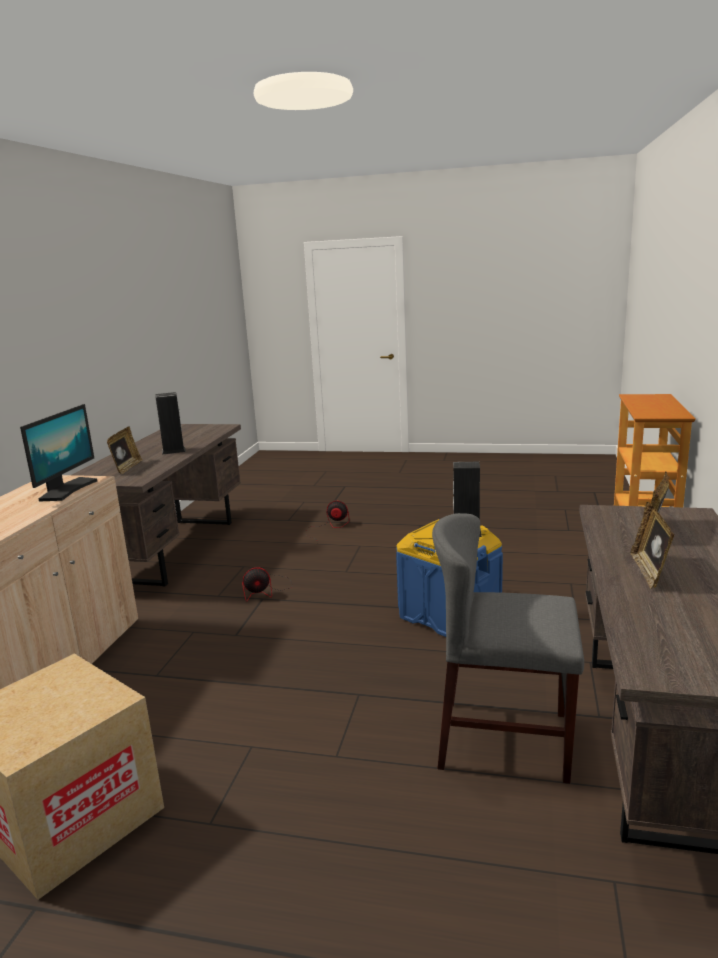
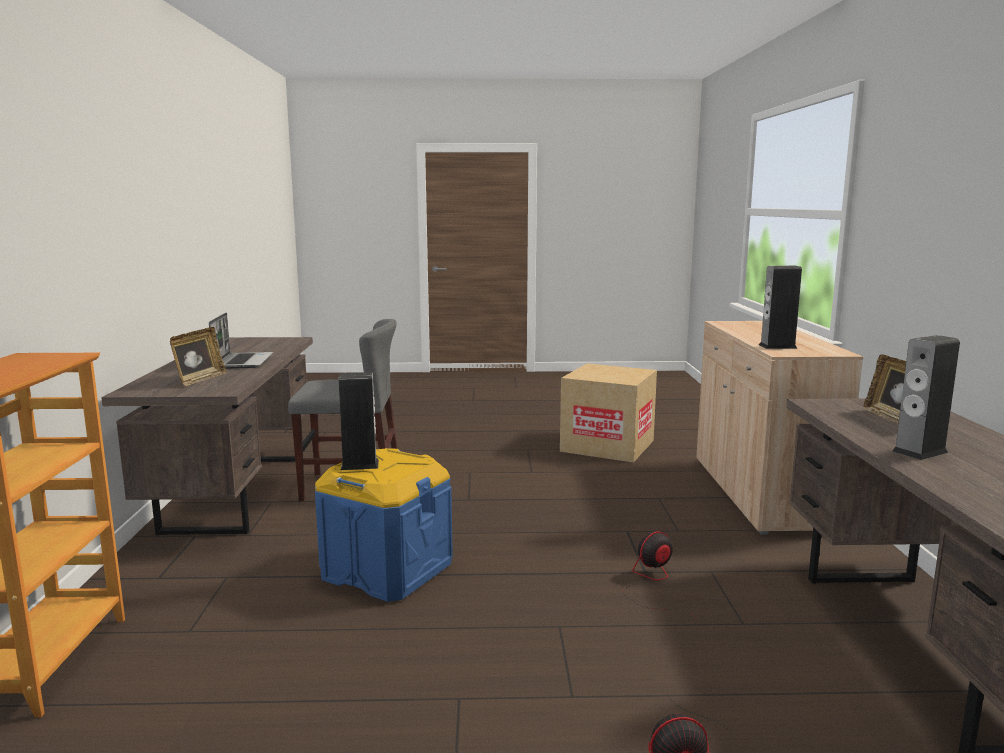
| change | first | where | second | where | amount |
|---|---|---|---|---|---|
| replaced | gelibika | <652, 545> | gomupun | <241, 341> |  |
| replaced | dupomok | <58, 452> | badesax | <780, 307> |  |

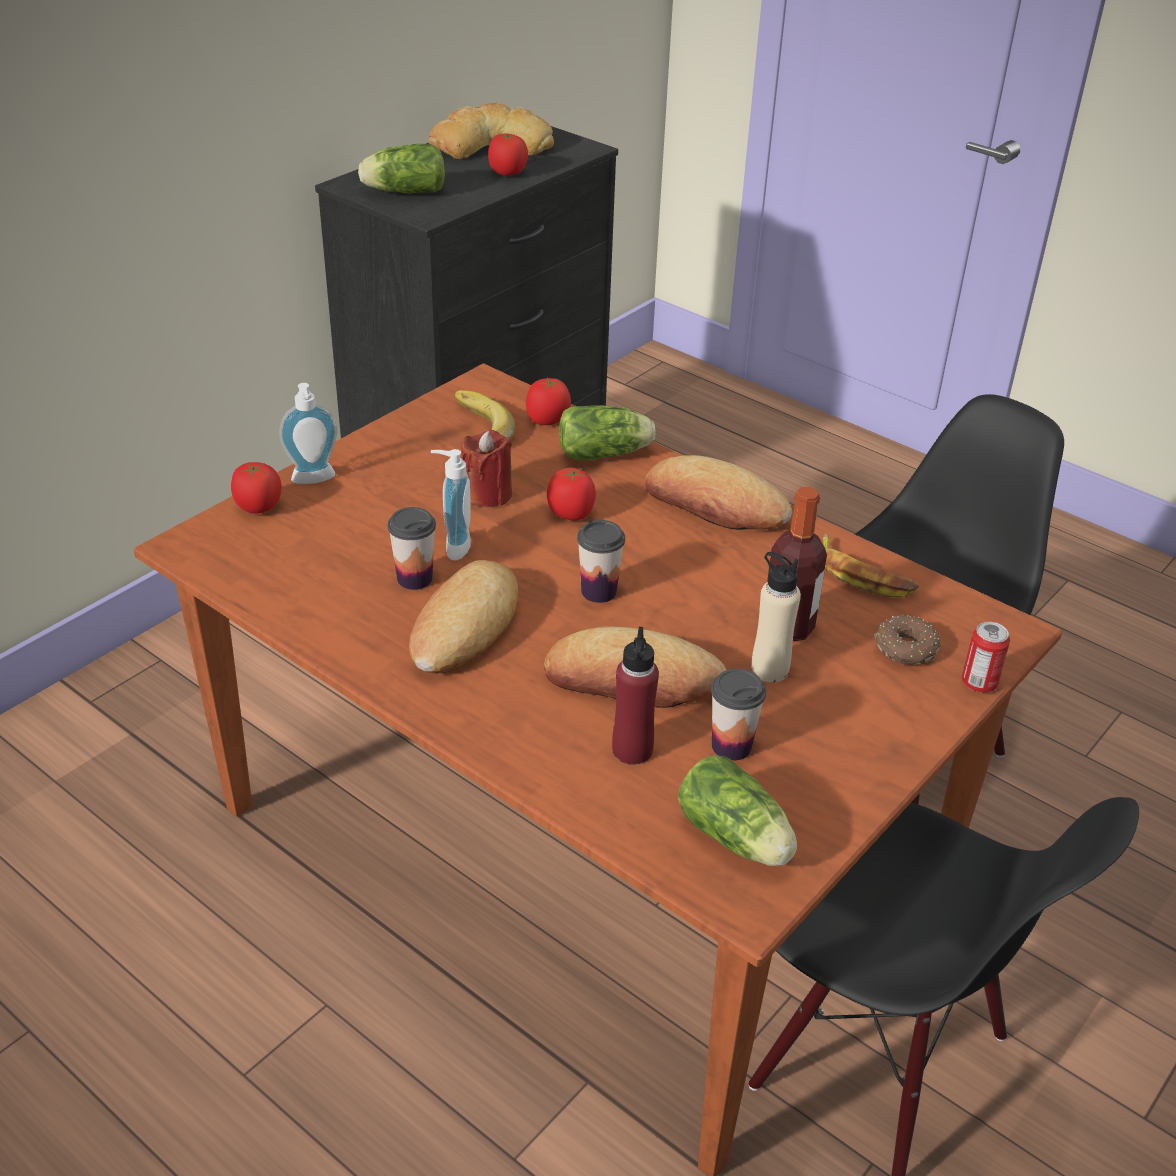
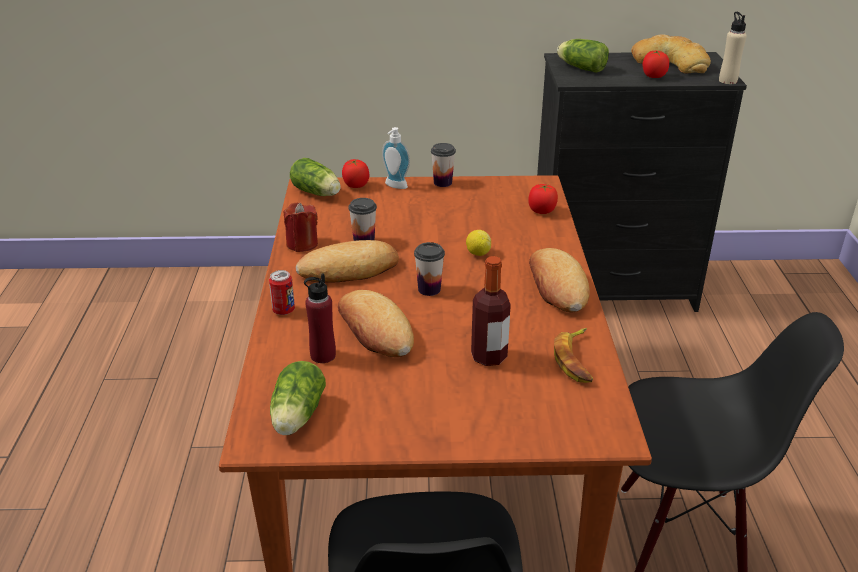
| change | first | where | second | where | amount |
|---|---|---|---|---|---|
| moved | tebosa | <986, 657> |  | <282, 292> |  |
| moved | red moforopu | <486, 468> |  | <301, 227> |  |
| moved | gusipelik | <607, 432> |  | <315, 177> |  |
| moved | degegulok | <738, 714> |  | <443, 165> |  |
| replaced | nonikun | <571, 494> | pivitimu | <478, 243> |  |
| moved | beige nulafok | <776, 617> |  | <733, 48> |  |
| removed | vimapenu | <451, 505> |  |  |  |
| removed | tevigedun | <485, 414> |  |  |  |
| removed | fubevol | <907, 640> |  |  |  |

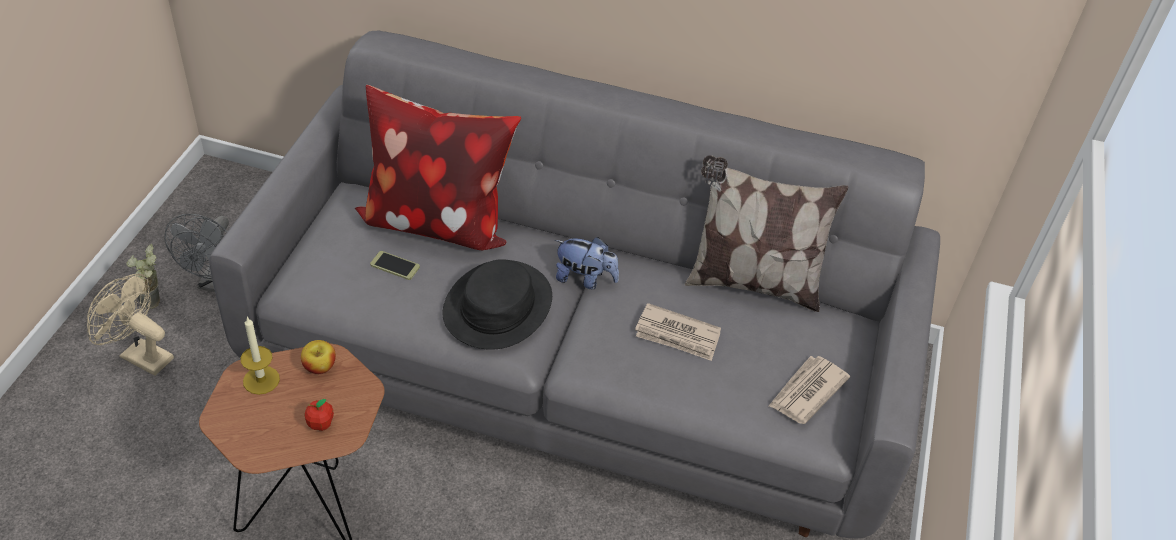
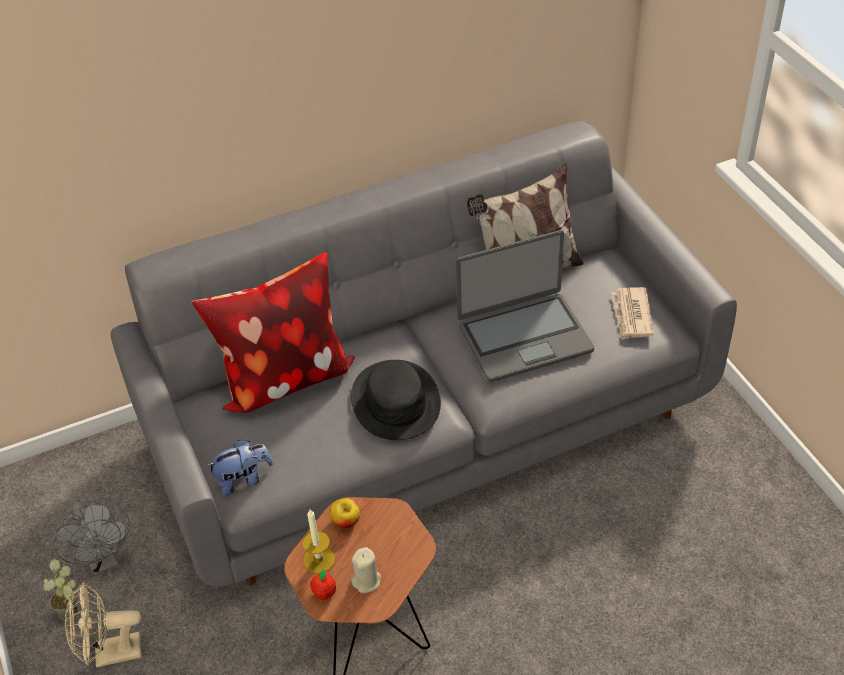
| change | first | where | second | where | amount |
|---|---|---|---|---|---|
| moved | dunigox | <587, 263> |  | <240, 468> |  |
| moved | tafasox | <319, 415> |  | <323, 585> |  |
| added |  |  | beige moforopu | <366, 570> |  |
| replaced | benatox | <678, 332> | gomupun | <525, 306> |  |
| removed | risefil | <395, 265> |  |  |  |

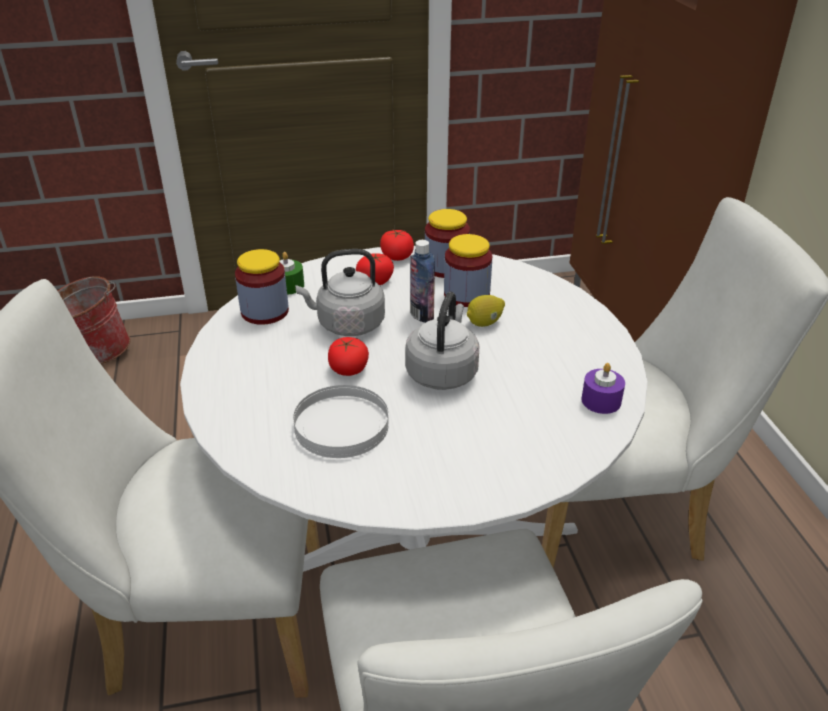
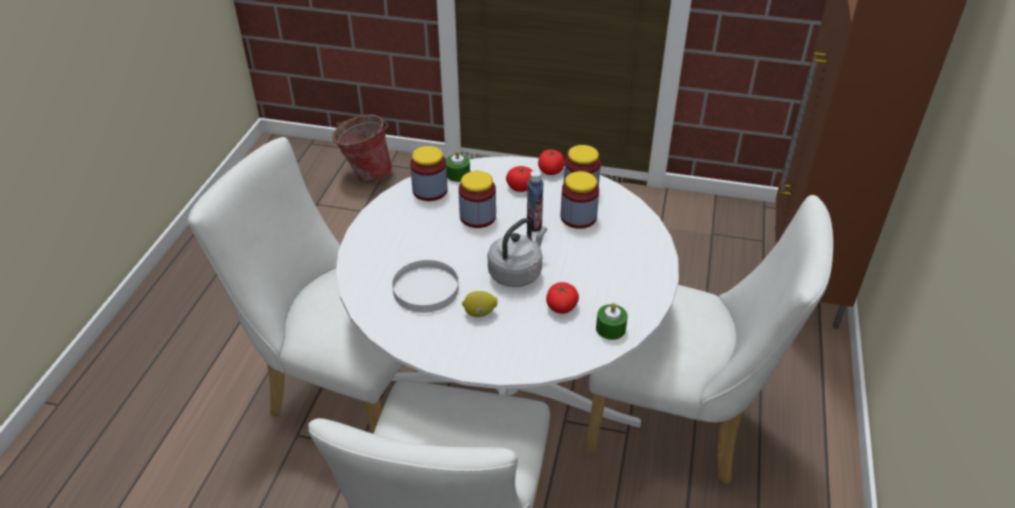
| change | first | where | second | where | amount |
|---|---|---|---|---|---|
| replaced | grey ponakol | <340, 292> | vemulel | <477, 199> |  |
| moved | pivitimu | <486, 311> |  | <480, 304> |  |
| moved | nonikun | <348, 356> |  | <562, 298> |  |
| recoloured | purple moforopu | <603, 388> | green moforopu | <612, 321> |  |

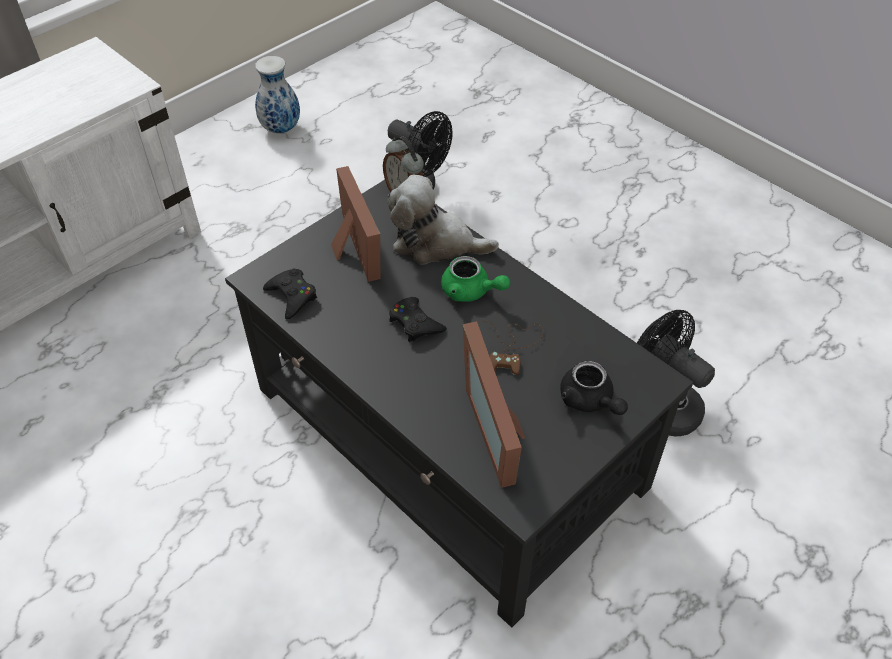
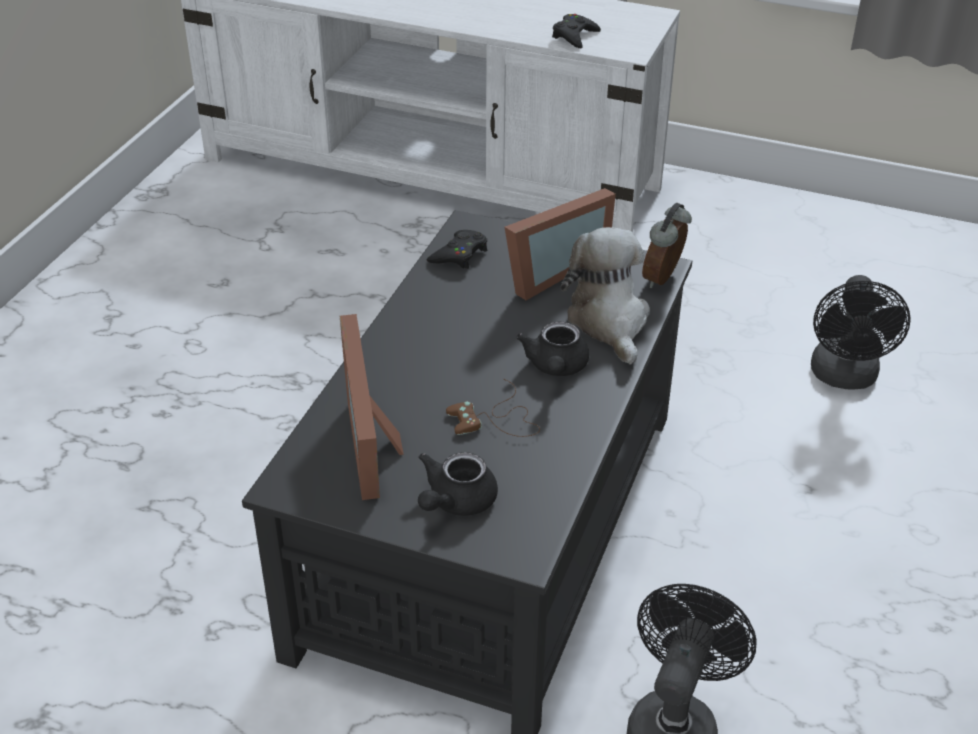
| change | first | where | second | where | amount |
|---|---|---|---|---|---|
| turned | gelibika | <494, 404> |  | <372, 407> | 60 degrees counterclockwise |
| recoloured | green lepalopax | <475, 279> | black lepalopax | <552, 349> |  |
| moved | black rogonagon | <418, 319> |  | <576, 31> |  |
| removed | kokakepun | <277, 95> |  |  |  |

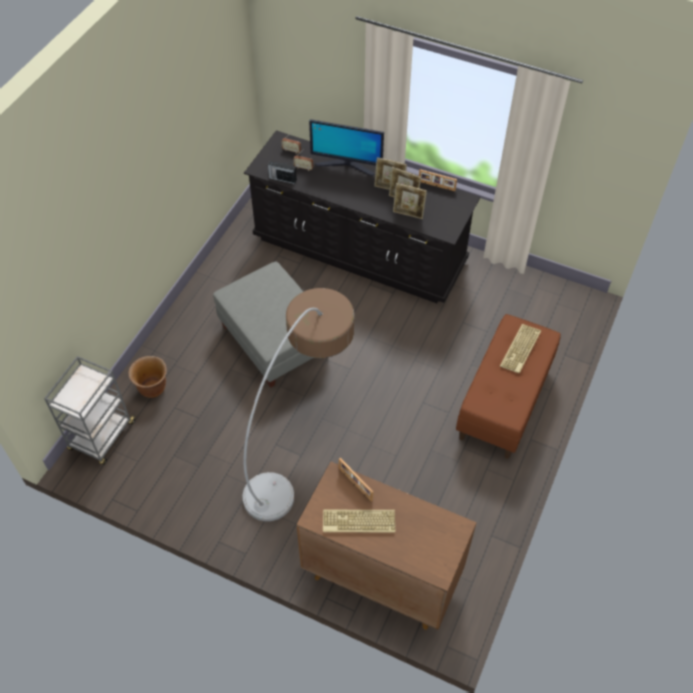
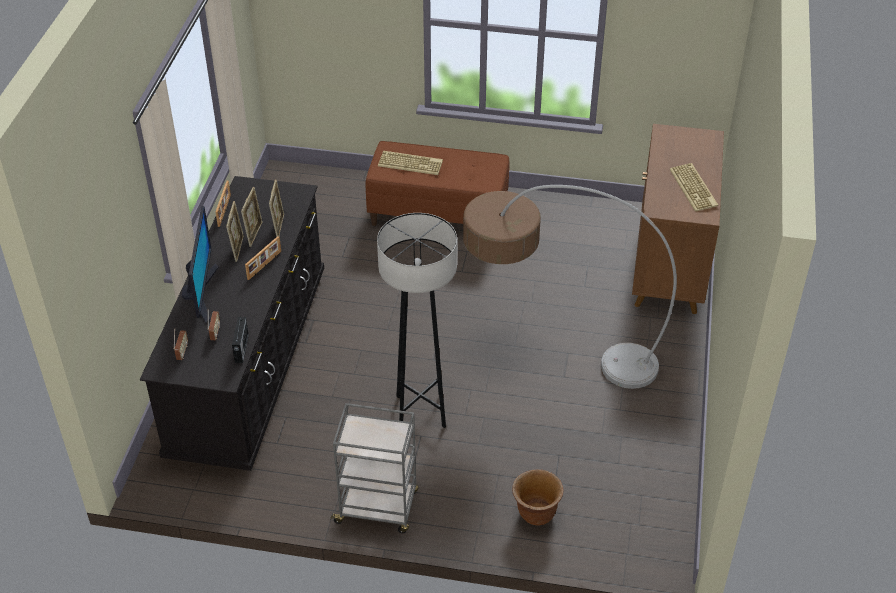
| change | first | where | second | where | amount |
|---|---|---|---|---|---|
| moved | gelibika | <356, 480> |  | <263, 258> |  |
| moved | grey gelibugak | <90, 410> |  | <374, 468> |  |
| replaced | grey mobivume | <265, 325> | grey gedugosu | <417, 320> |  |

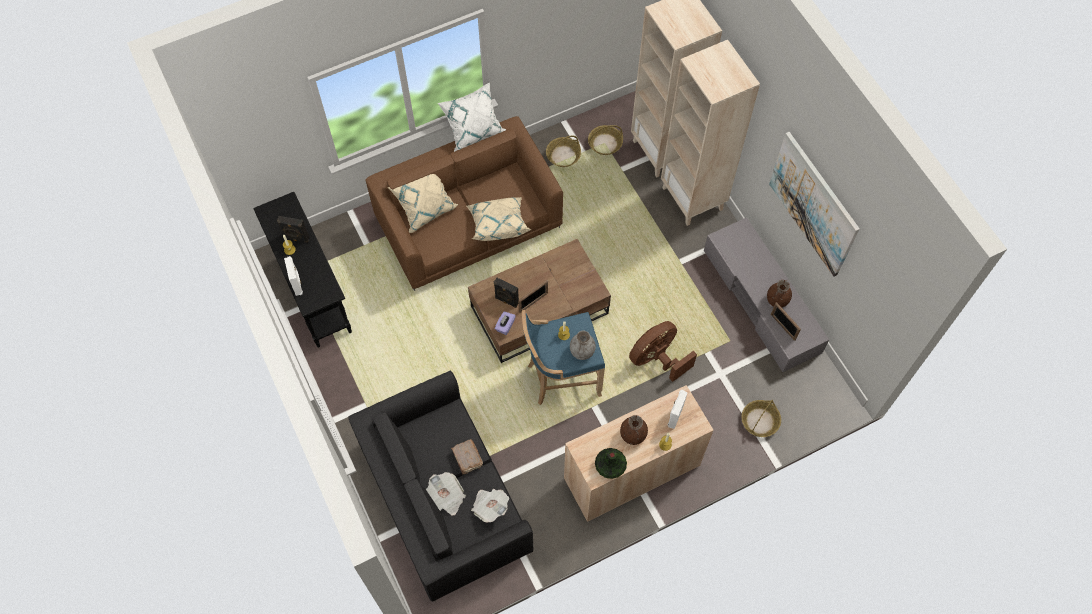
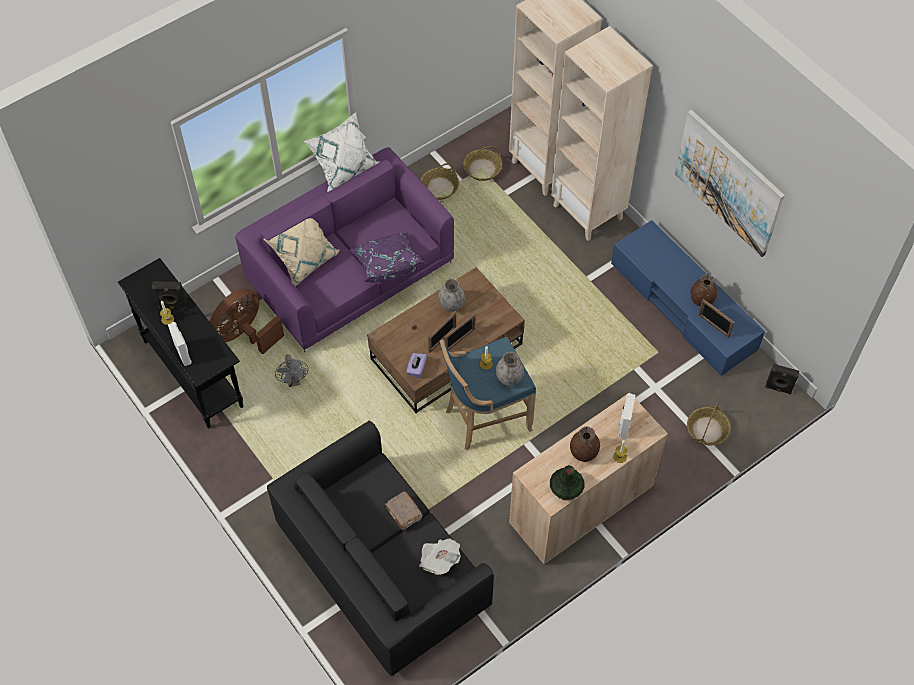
| change | first | where | second | where | amount |
|---|---|---|---|---|---|
| moved | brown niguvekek | <663, 351> |  | <247, 321> |  |
| recoloured | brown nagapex | <464, 203> | purple nagapex | <344, 250> |  |
| added |  |  | grey niguvekek | <291, 370> |  |
| recoloured | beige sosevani | <499, 219> | purple sosevani | <388, 257> |  |
| added |  |  | grey kokakepun | <451, 295> |  |
| added |  |  | gelibika | <459, 331> |  |
| recoloured | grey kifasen | <766, 294> | blue kifasen | <688, 298> |  |
| moved | black badesax | <506, 293> |  | <782, 379> |  |
| removed | benatox | <446, 494> |  |  |  |

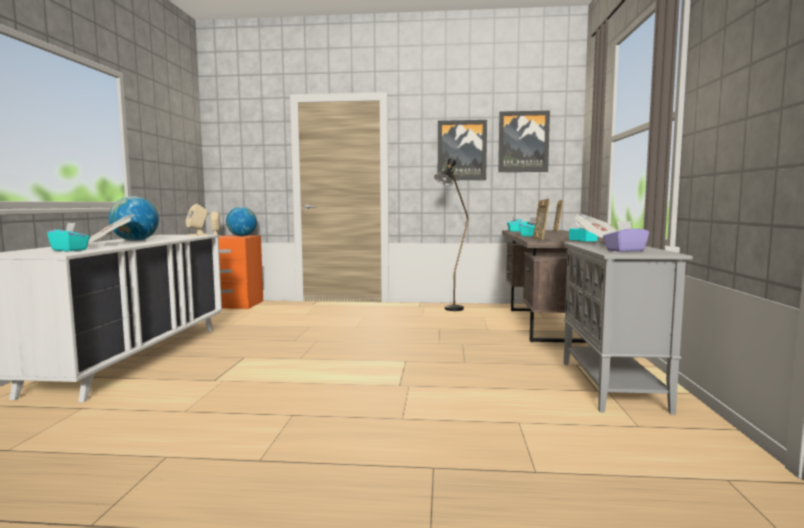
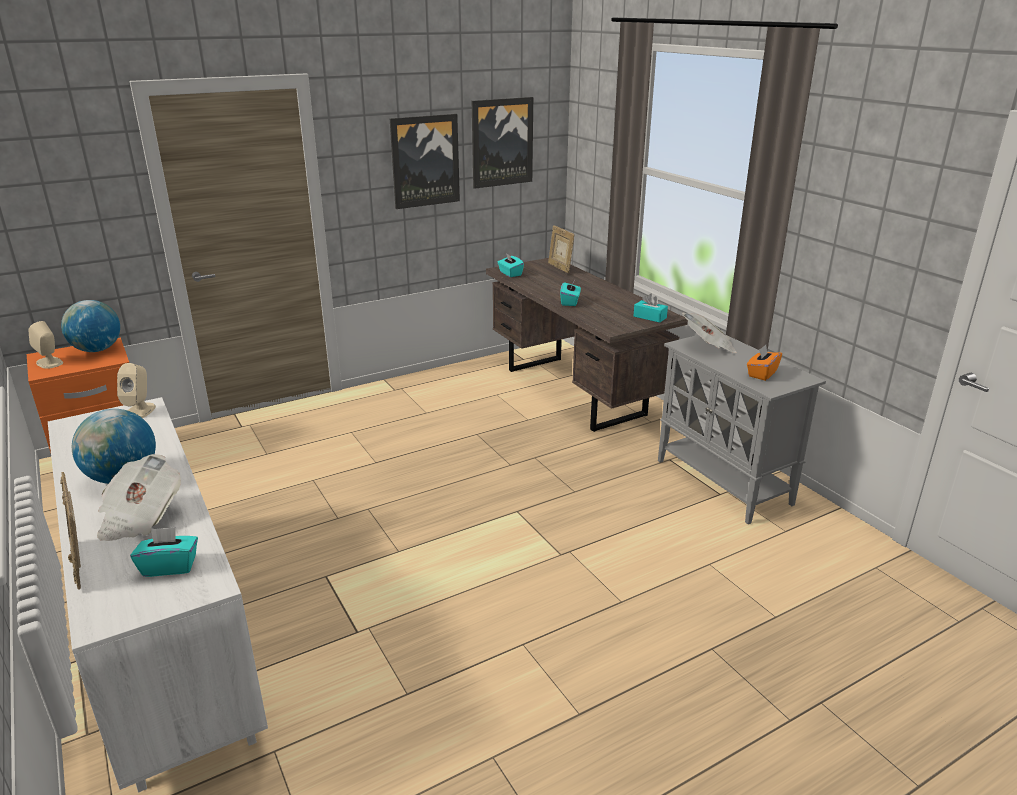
| change | first | where | second | where | amount |
|---|---|---|---|---|---|
| moved | gelibika | <541, 219> |  | <70, 531> |  |
| recoloured | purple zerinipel | <626, 236> | orange zerinipel | <764, 363> |  |
| removed | black gedugosu | <451, 235> |  |  |  |

